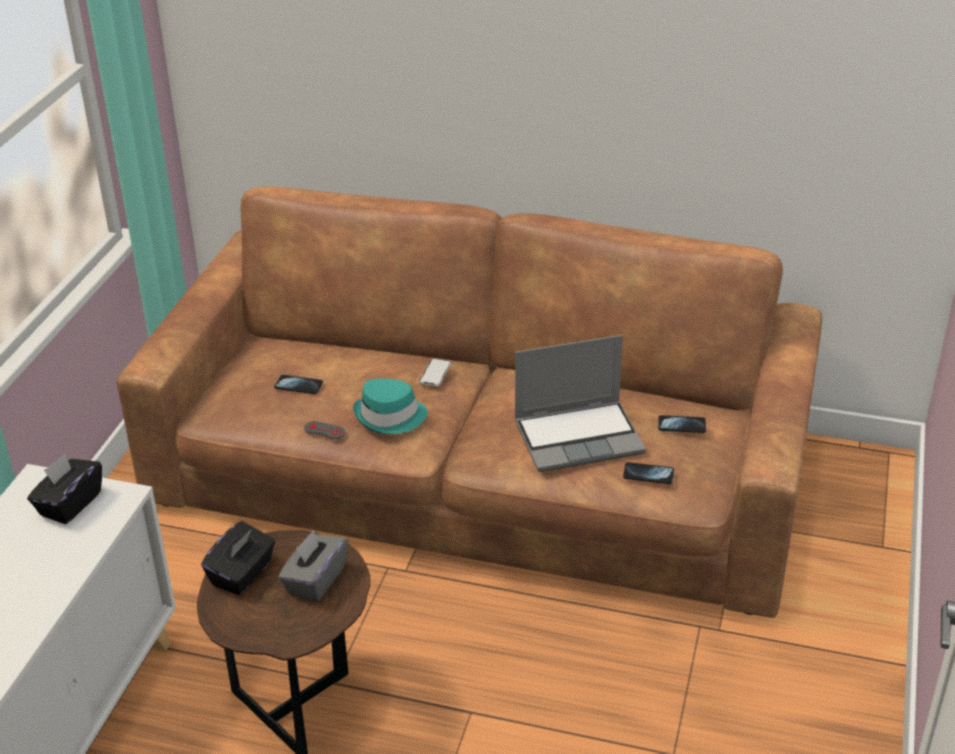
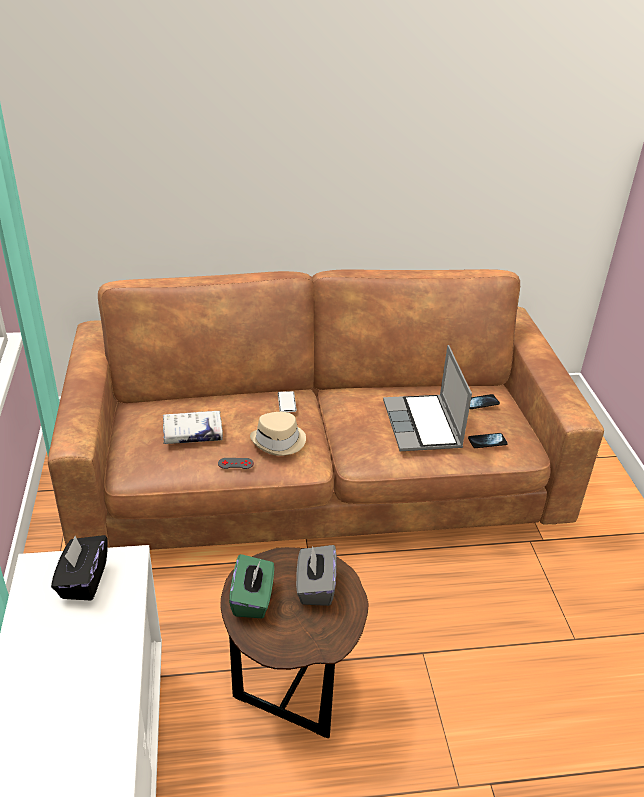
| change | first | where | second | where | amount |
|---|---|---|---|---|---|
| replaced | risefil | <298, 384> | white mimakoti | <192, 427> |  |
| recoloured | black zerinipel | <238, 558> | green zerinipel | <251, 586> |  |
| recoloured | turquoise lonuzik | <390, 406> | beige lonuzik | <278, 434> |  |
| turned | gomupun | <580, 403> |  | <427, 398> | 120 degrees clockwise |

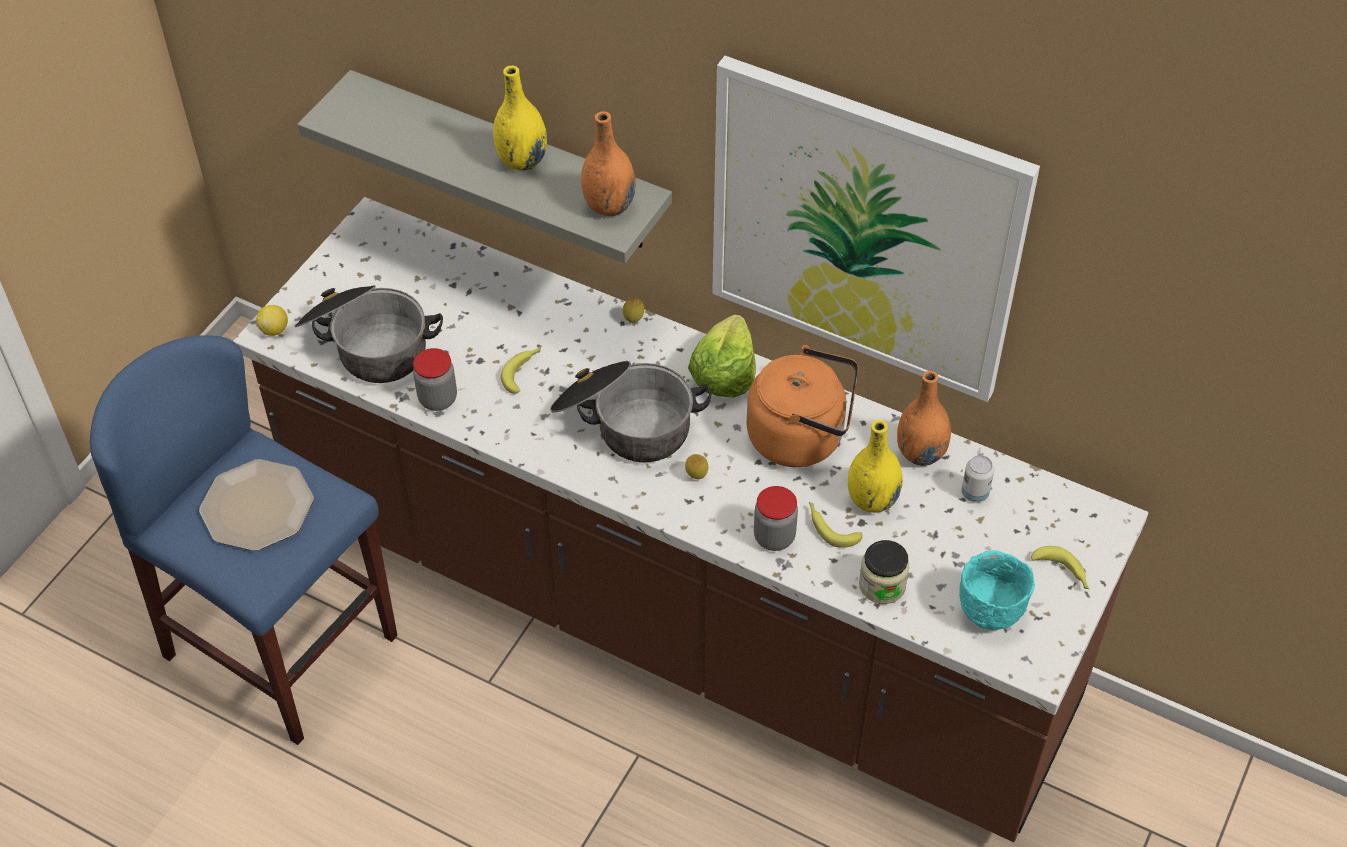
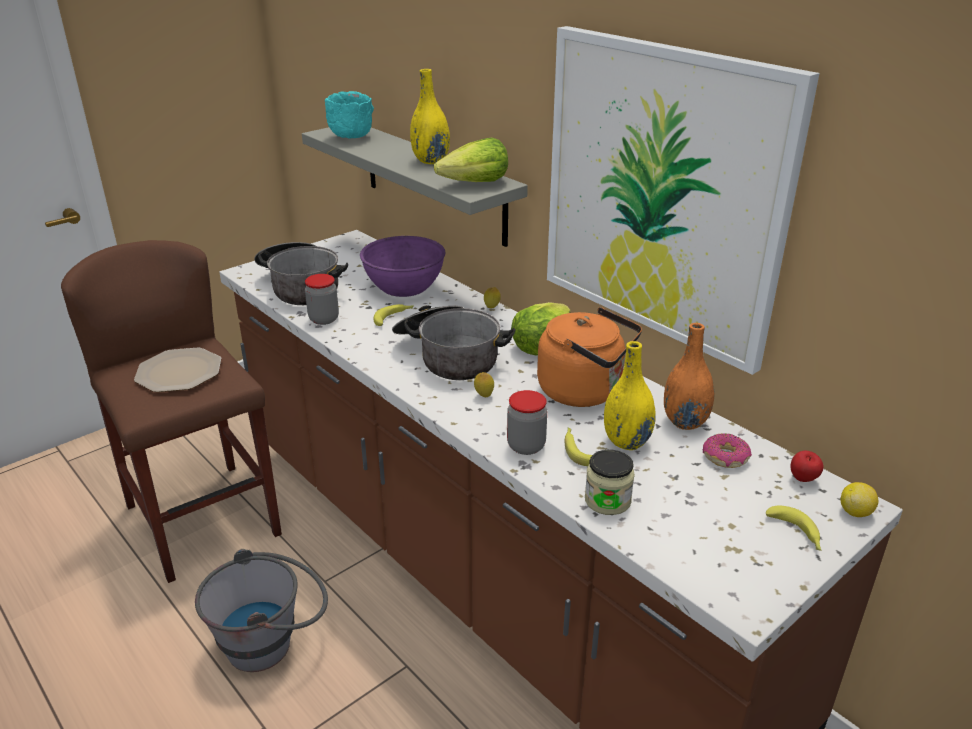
| change | first | where | second | where | amount |
|---|---|---|---|---|---|
| recoloured | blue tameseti | <244, 540> | brown tameseti | <171, 411> |  |
| added |  |  | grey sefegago | <261, 610> |  |
| moved | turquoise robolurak | <997, 590> |  | <349, 114> |  |
| added |  |  | purple robolurak | <402, 266> |  |
| replaced | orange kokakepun | <608, 163> | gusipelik | <471, 159> |  |
| replaced | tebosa | <977, 478> | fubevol | <727, 451> |  |
| added |  |  | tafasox | <807, 466> |  |
| moved | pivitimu | <272, 320> |  | <859, 499> |  |

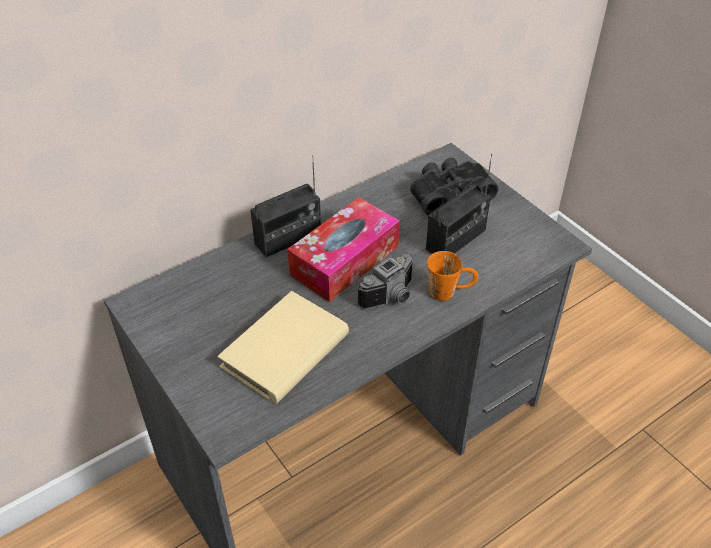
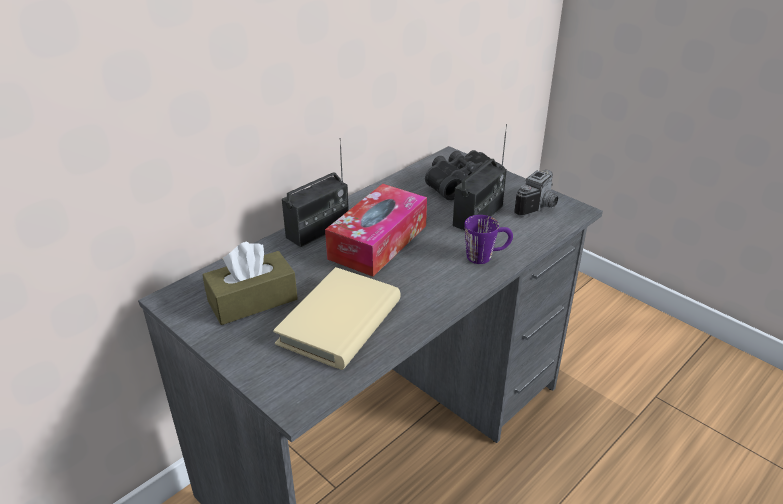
| change | first | where | second | where | amount |
|---|---|---|---|---|---|
| added |  |  | brown zerinipel | <250, 283> |  |
| recoloured | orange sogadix | <452, 276> | purple sogadix | <488, 239> |  |
| moved | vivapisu | <385, 281> |  | <536, 193> |  |

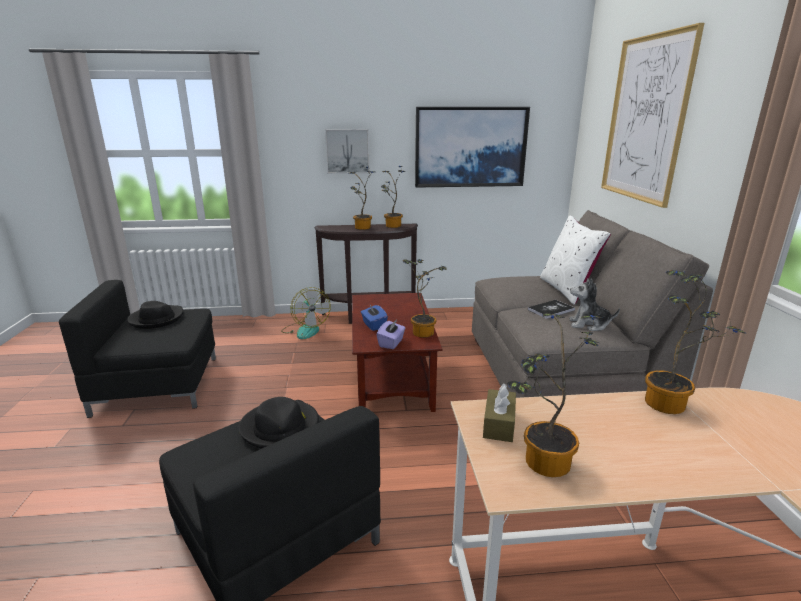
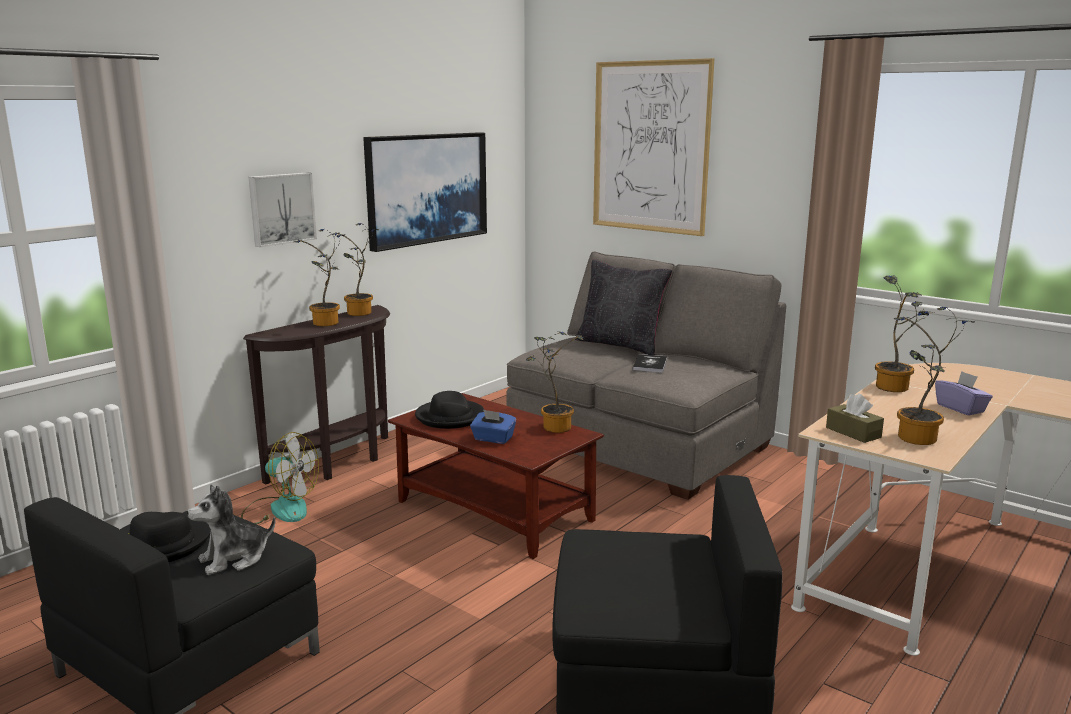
| change | first | where | second | where | amount |
|---|---|---|---|---|---|
| moved | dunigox | <594, 304> |  | <231, 529> |  |
| moved | black lonuzik | <279, 423> |  | <449, 410> |  |
| recoloured | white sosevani | <575, 260> | black sosevani | <623, 307> |  |
| moved | purple zerinipel | <391, 334> |  | <964, 393> |  |

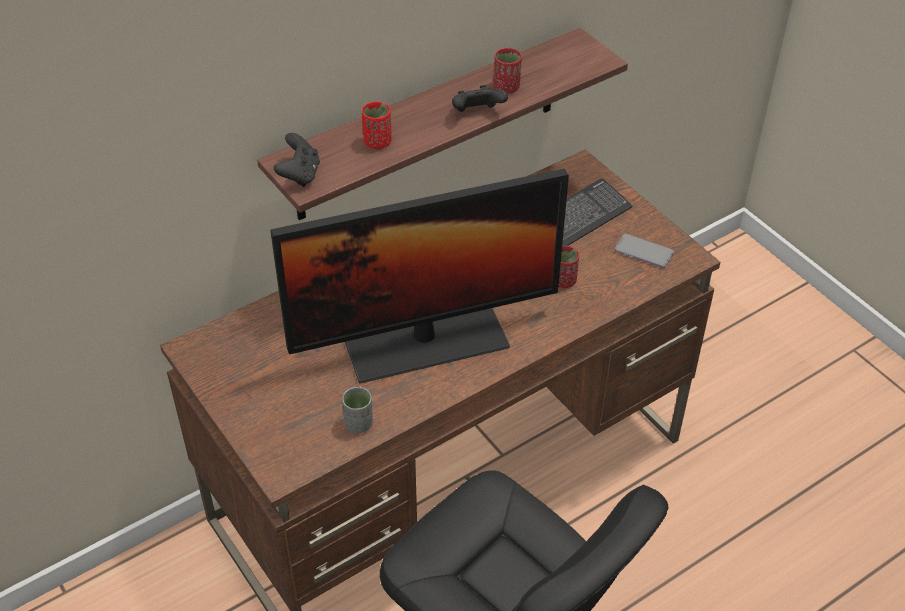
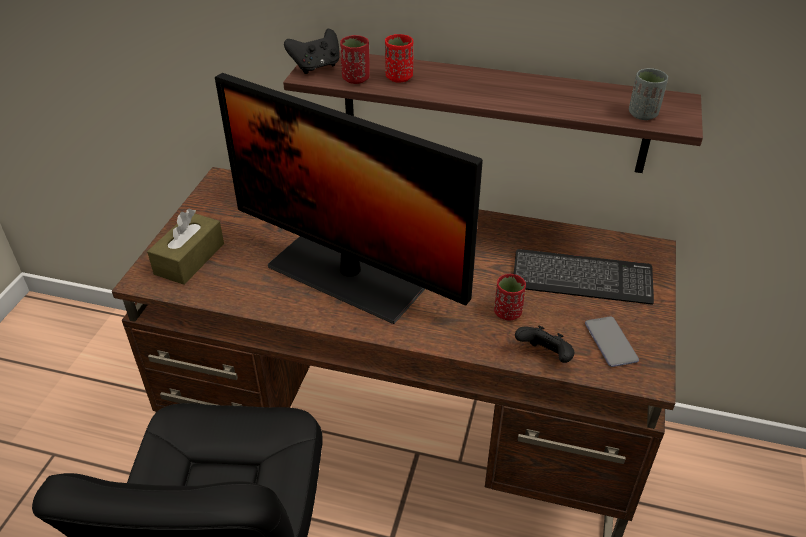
| change | first | where | second | where | amount |
|---|---|---|---|---|---|
| added |  |  | brown zerinipel | <185, 247> |  |
| moved | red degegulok | <507, 71> |  | <354, 59> |  |
| moved | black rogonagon | <480, 98> |  | <545, 344> |  |
| moved | grey degegulok | <357, 410> |  | <648, 94> |  |

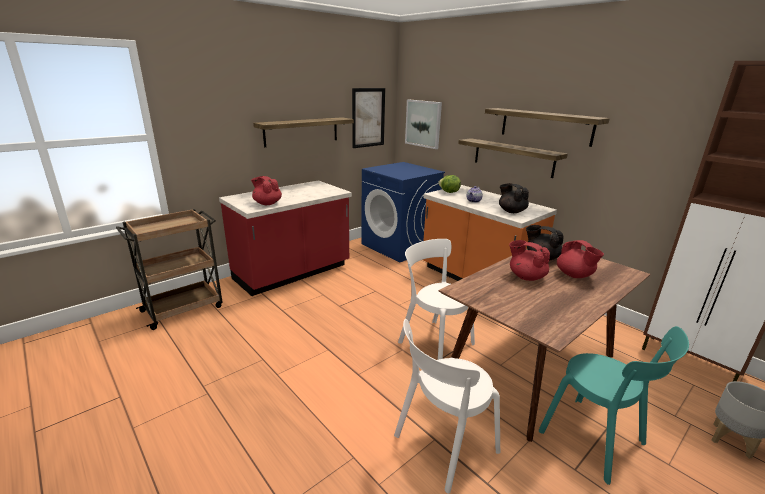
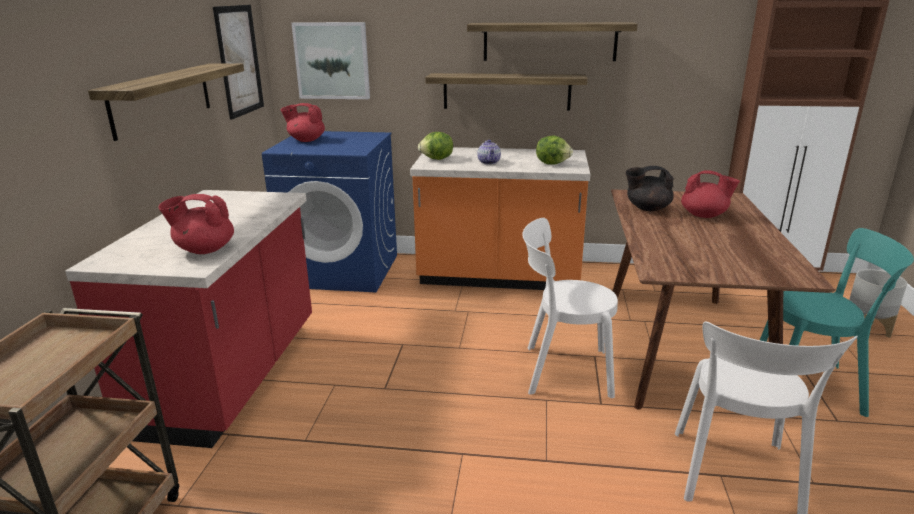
| change | first | where | second | where | amount |
|---|---|---|---|---|---|
| moved | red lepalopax | <529, 260> |  | <303, 122> |  |
| replaced | black lepalopax | <514, 198> | gusipelik | <554, 150> |  |

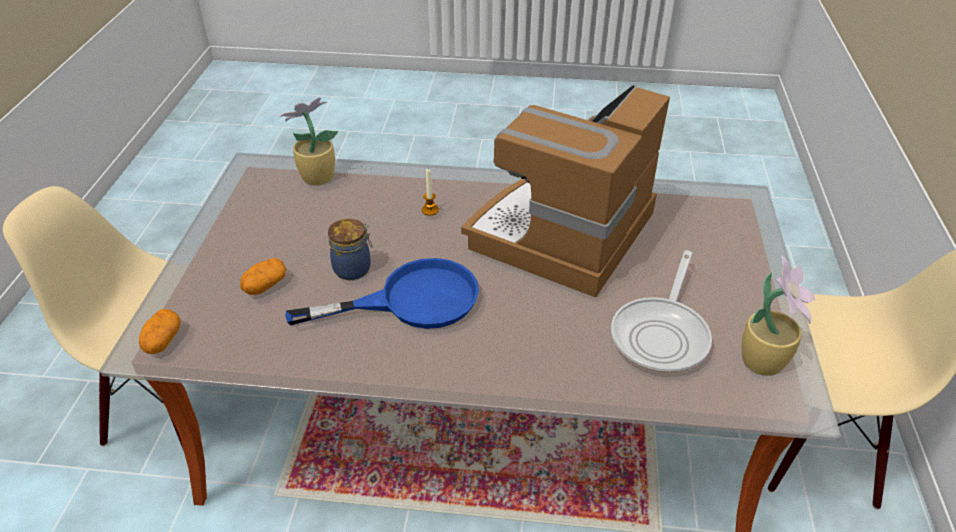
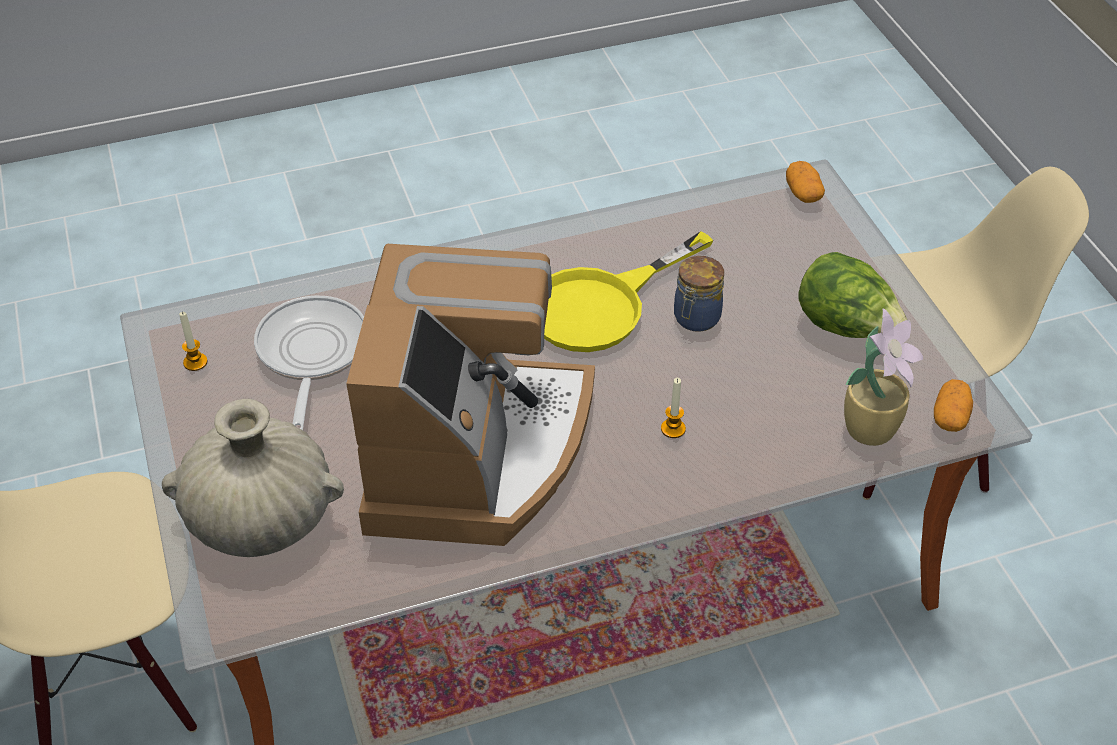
| change | first | where | second | where | amount |
|---|---|---|---|---|---|
| added |  |  | beige kokakepun | <253, 478> |  |
| replaced | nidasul | <778, 316> | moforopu | <193, 341> |  |
| recoloured | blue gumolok | <382, 293> | yellow gumolok | <628, 291> |  |
| added |  |  | gusipelik | <852, 295> |  |
| moved | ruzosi | <263, 276> |  | <953, 405> |  |

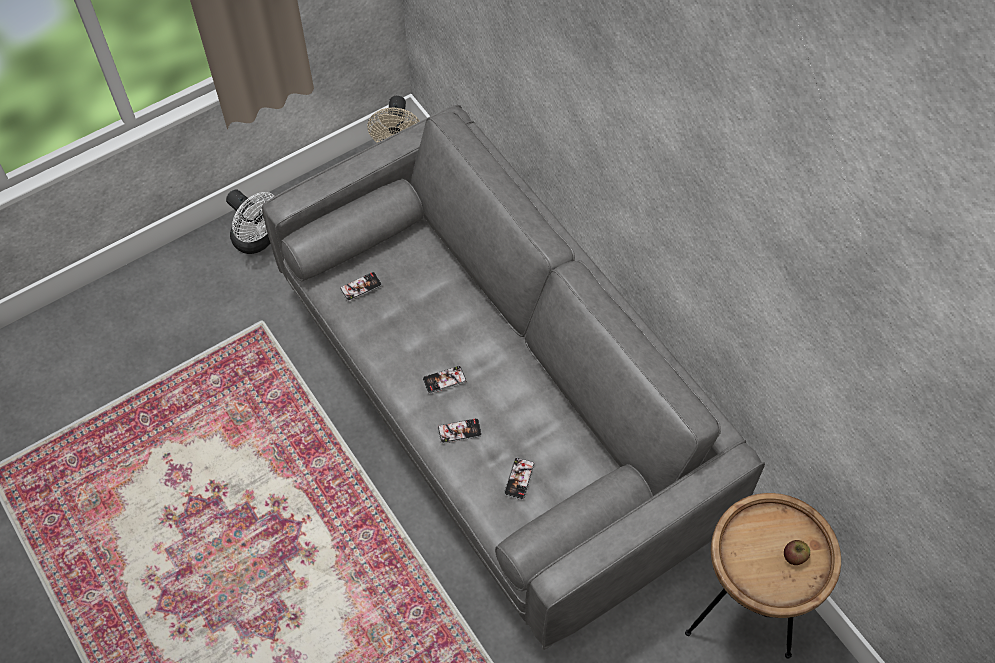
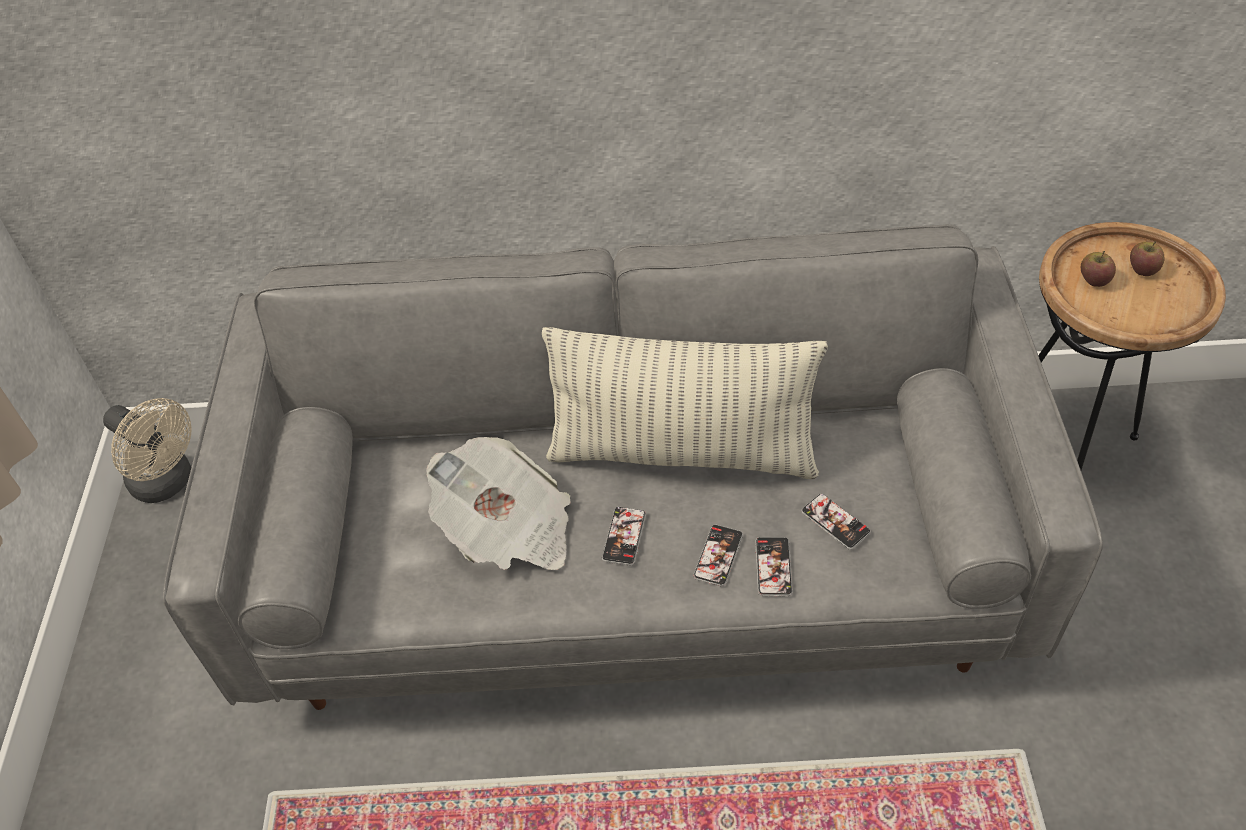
| change | first | where | second | where | amount |
|---|---|---|---|---|---|
| added |  |  | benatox | <498, 503> |  |
| added |  |  | sosevani | <685, 403> |  |
| moved | risefil | <361, 286> |  | <774, 566> |  |
| added |  |  | tafasox | <1098, 269> |  |
| removed | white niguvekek | <250, 221> |  |  |  |

